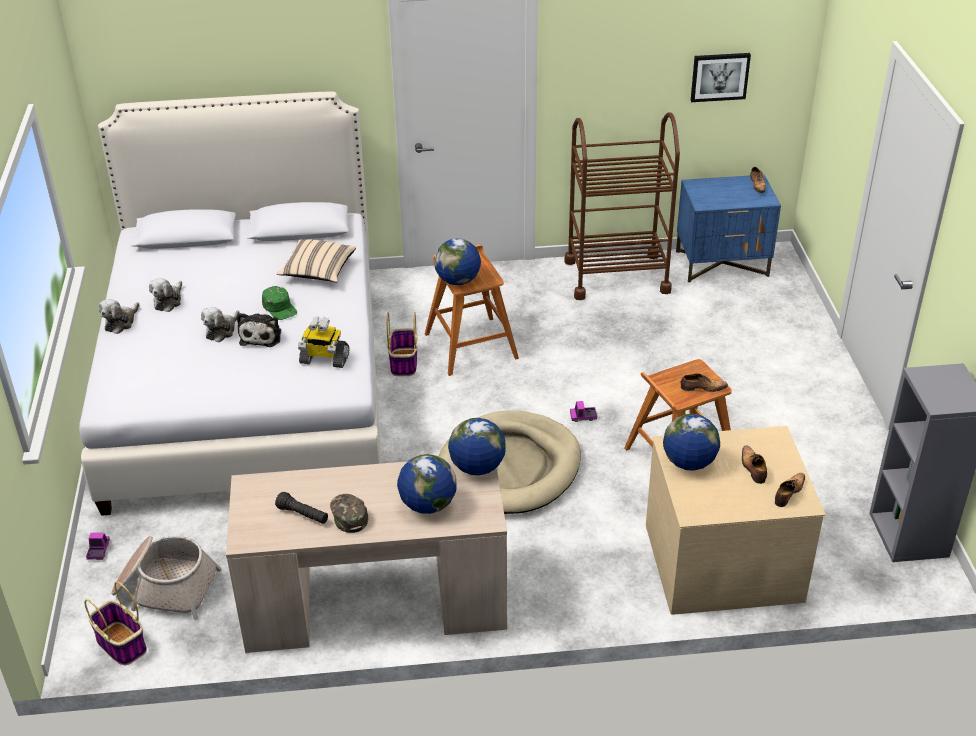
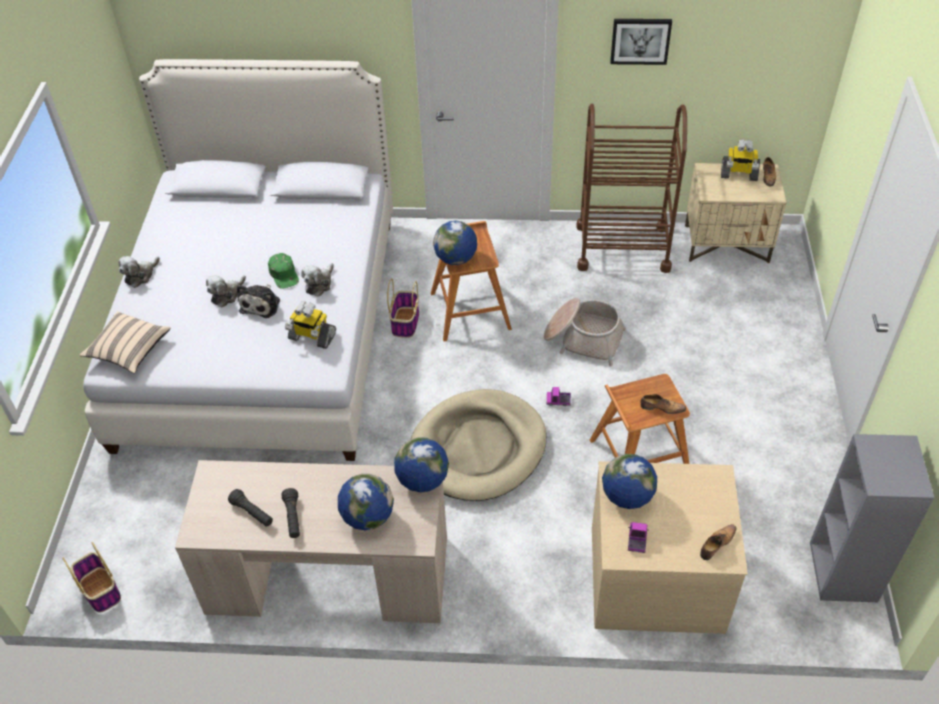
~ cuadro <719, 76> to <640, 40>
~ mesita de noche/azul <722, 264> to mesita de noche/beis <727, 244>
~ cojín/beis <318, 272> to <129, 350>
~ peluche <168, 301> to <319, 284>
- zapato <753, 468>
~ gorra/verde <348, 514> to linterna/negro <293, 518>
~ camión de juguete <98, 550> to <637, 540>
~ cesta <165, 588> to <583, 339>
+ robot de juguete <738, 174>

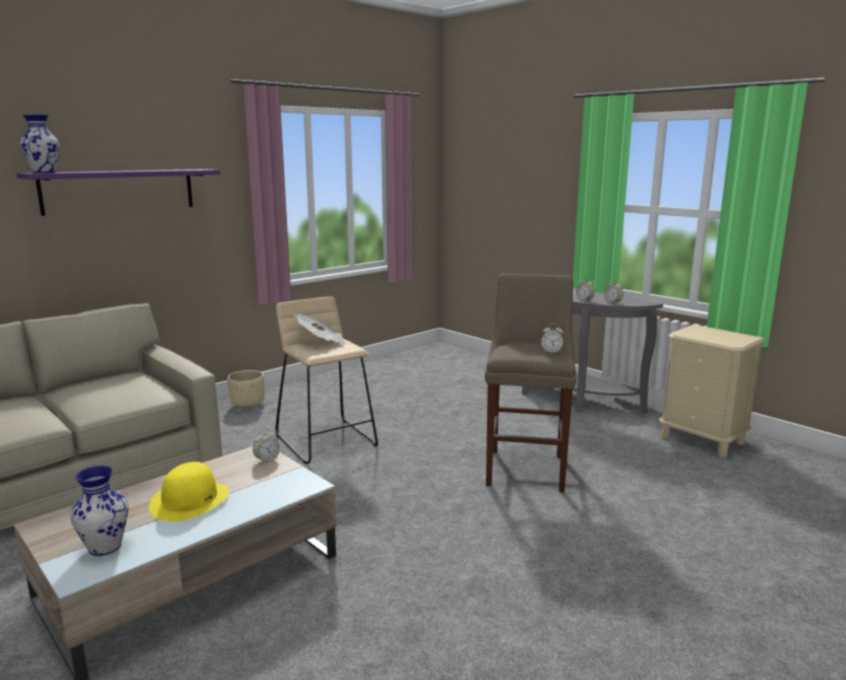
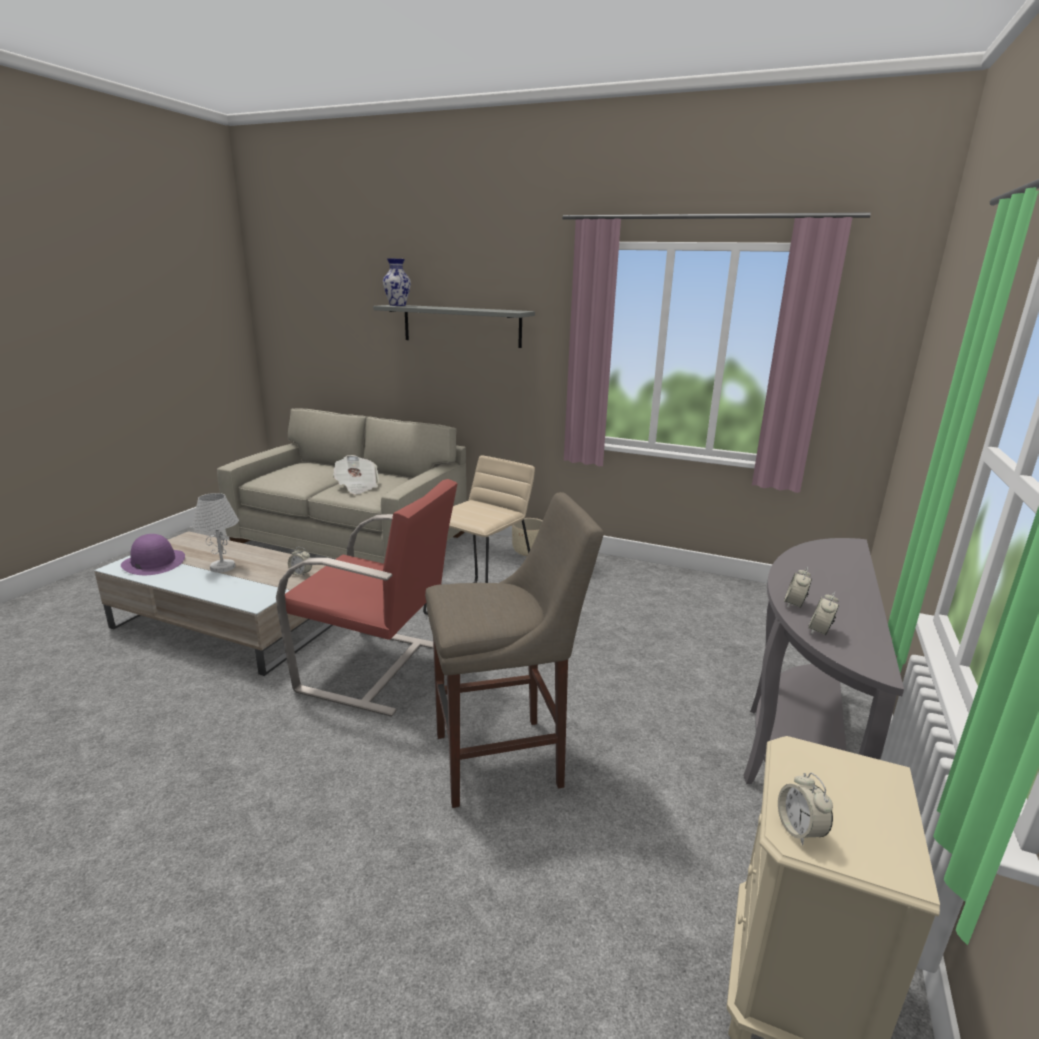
~ estante/morado <119, 190> to estante/gris <461, 325>
~ periódico <322, 342> to <357, 487>
~ despertador <551, 352> to <799, 830>
~ sombrero/amarillo <190, 500> to lámpara de mesa/blanco <223, 567>
~ florero <104, 547> to sombrero/morado <153, 562>
+ sillón/rojo <377, 669>

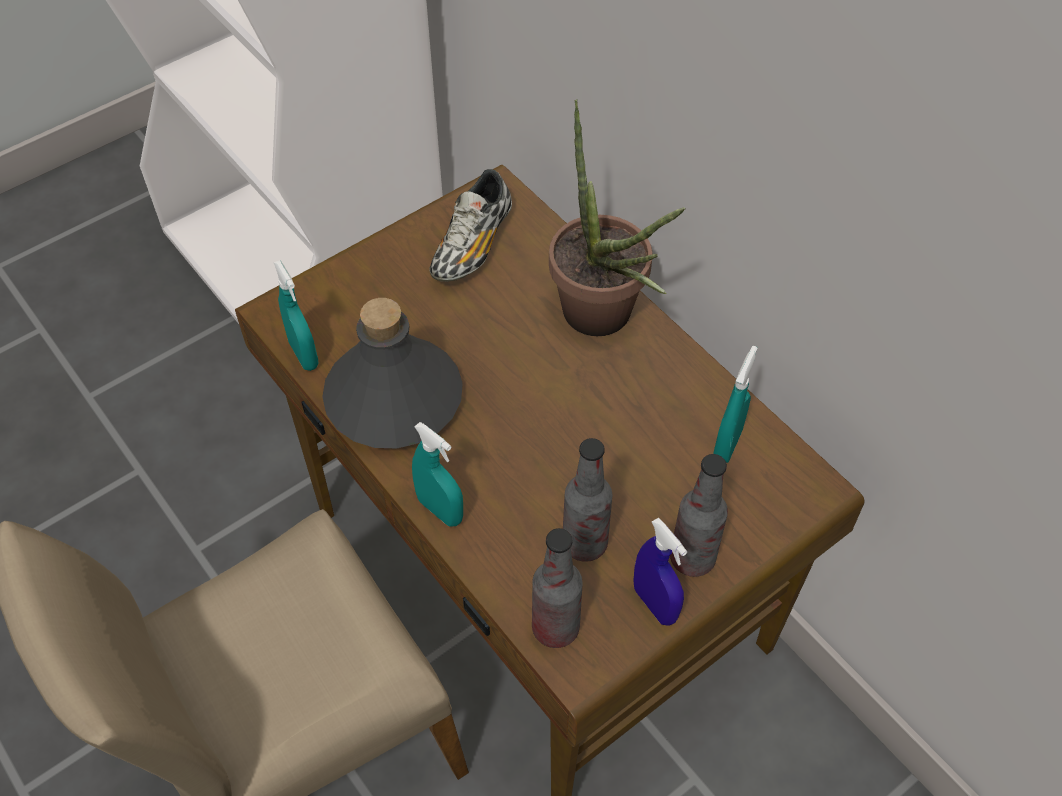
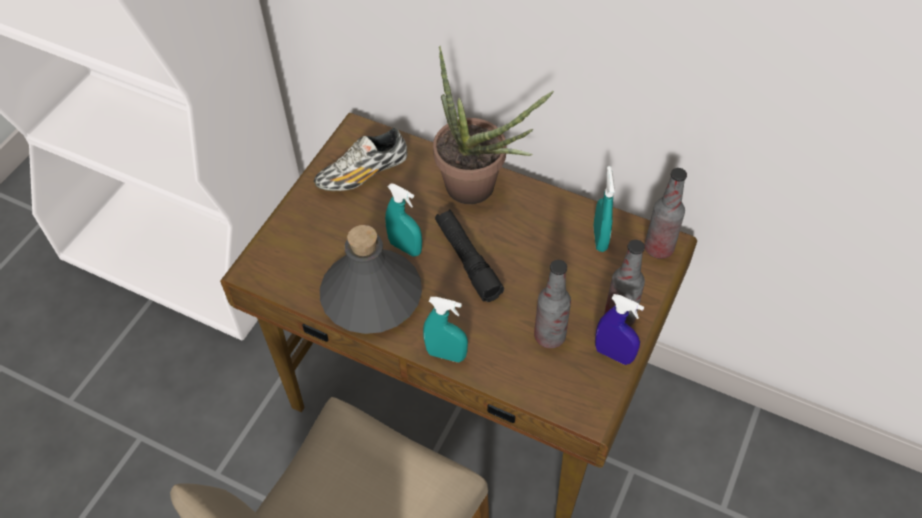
~ zapato <472, 245> = <363, 174> 60 degrees clockwise
~ pulverizador/turquesa <304, 355> to <405, 247>
~ botella <555, 628> to <658, 248>
+ linterna/negro <467, 260>

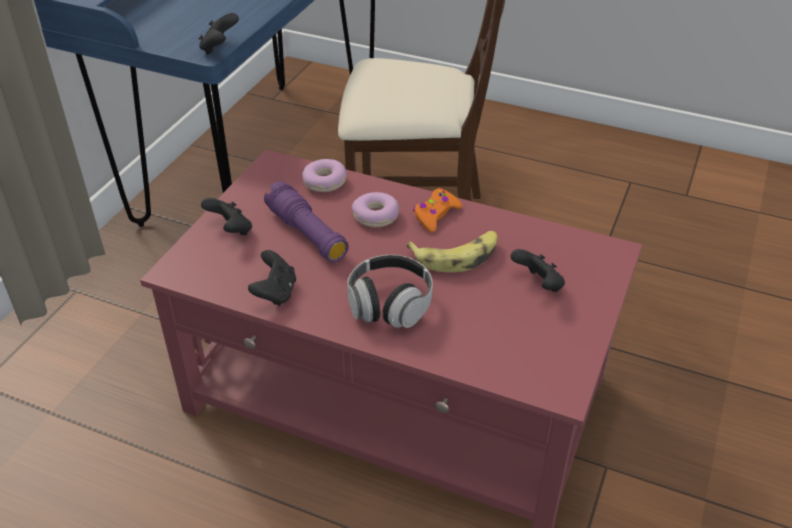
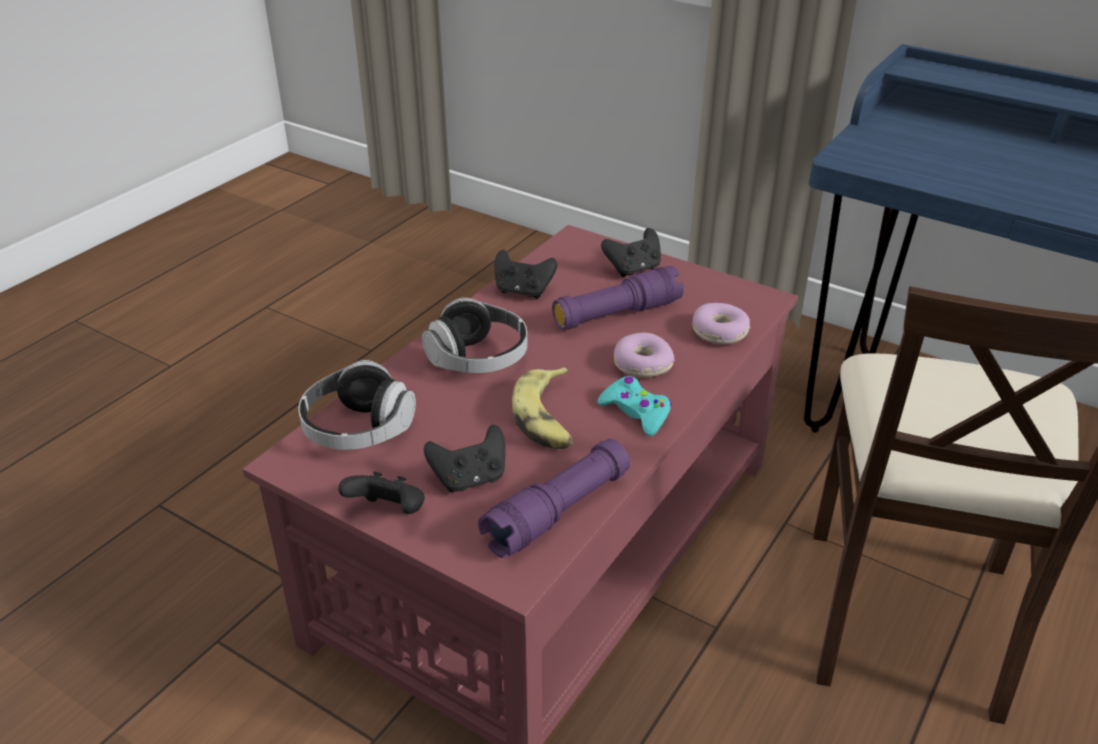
~ mando de consola/negro <219, 48> to <389, 513>
~ mando de consola/naranja <435, 215> to mando de consola/turquesa <636, 412>
+ auriculares <358, 429>
+ linterna/morado <558, 512>

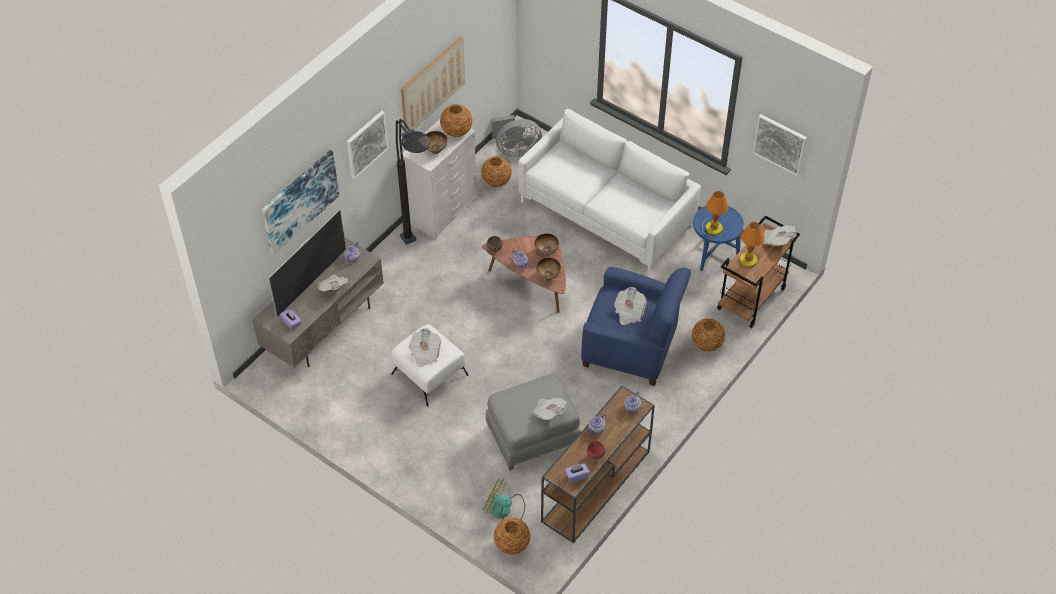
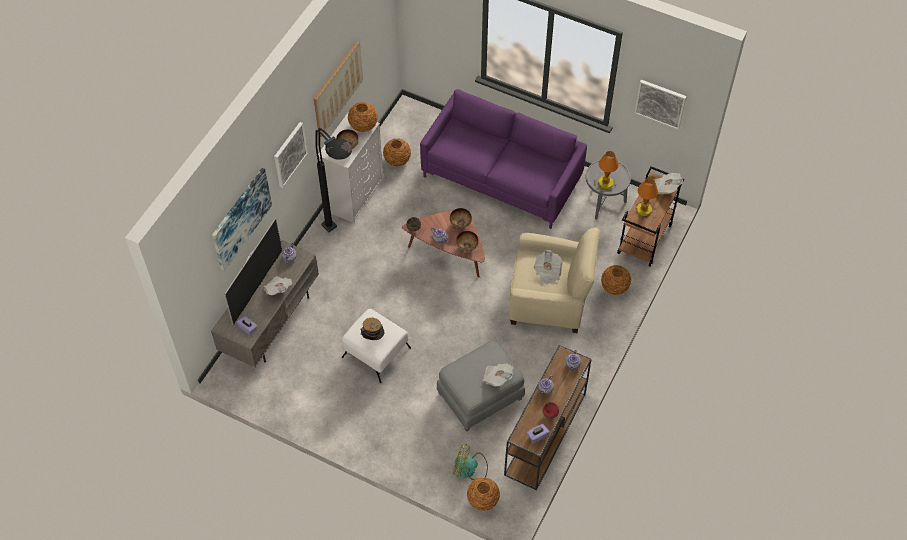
~ sofá/blanco <606, 213> to sofá/morado <502, 177>
- ventilador/gris <515, 150>
~ mesa auxiliar/azul <713, 256> to mesa auxiliar/gris <603, 204>
~ sillón/azul <631, 347> to sillón/beis <549, 300>
~ periódico <425, 353> to sombrero <373, 337>

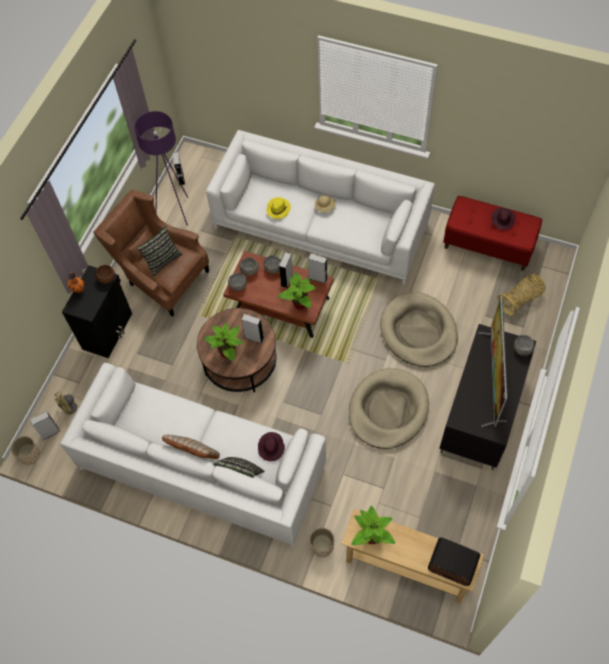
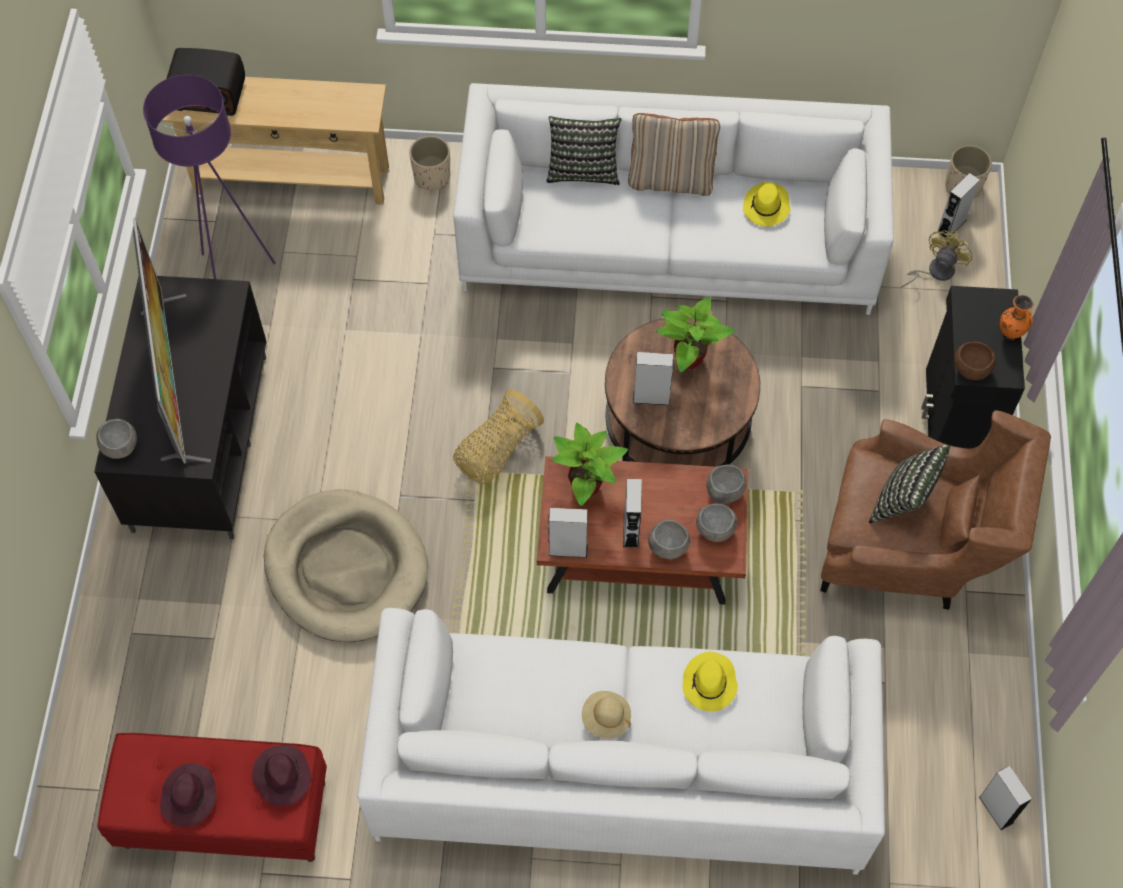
~ lámpara de pie/morado <176, 211> to <233, 275>
~ cesta <520, 299> to <497, 450>
- cama para perro/beis <388, 410>
~ sombrero/morado <271, 448> to <282, 775>
- planta en maceta <371, 536>
+ sombrero/amarillo <766, 207>

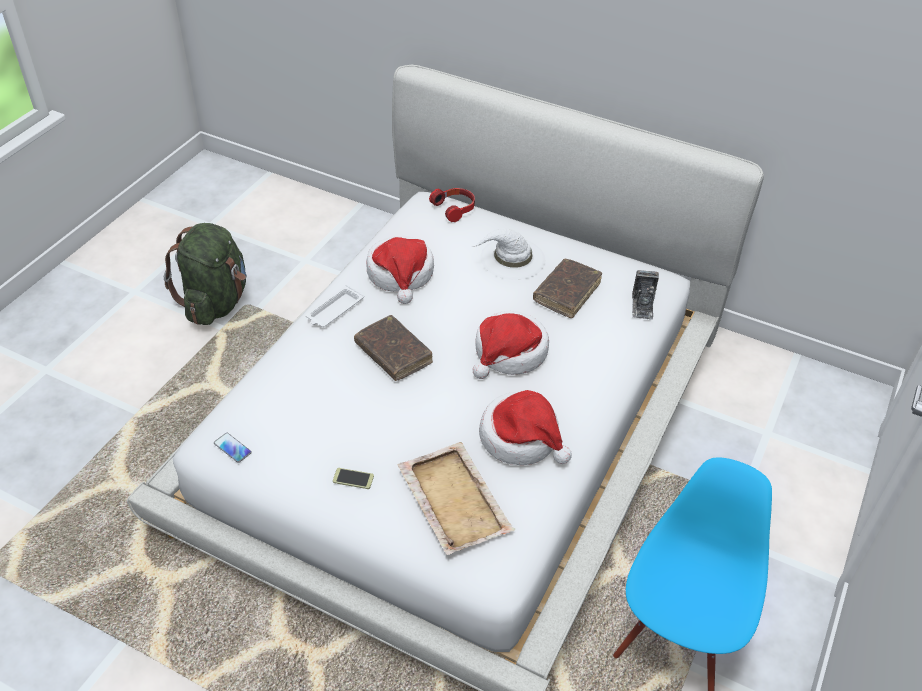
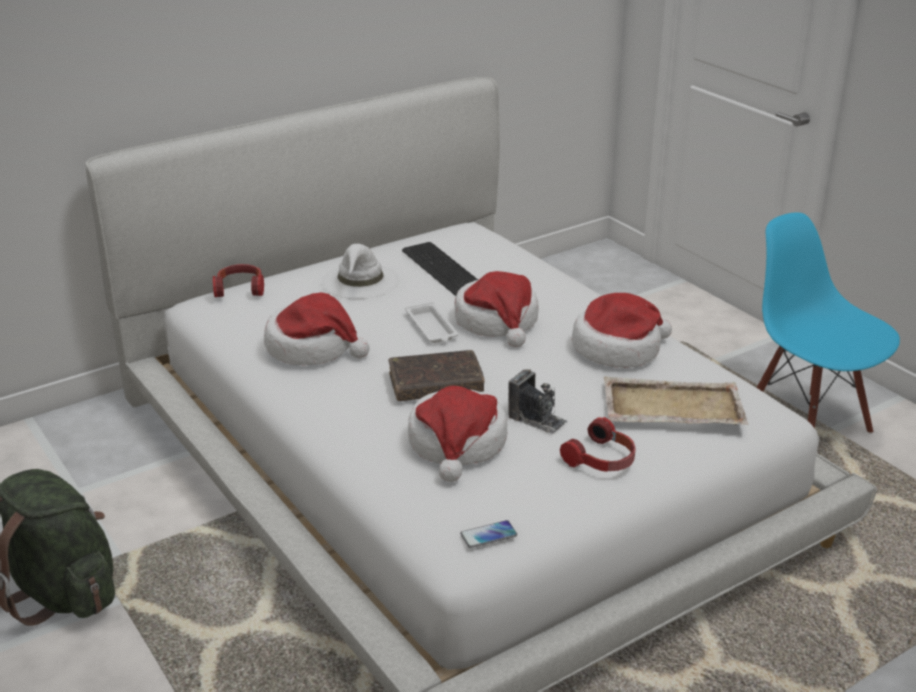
~ libro/marrón <567, 293> to teclado <442, 270>
~ cámara <642, 305> to <537, 419>
~ bandeja/blanco <334, 310> to <432, 328>
~ móvil <353, 479> to auriculares <602, 460>
+ sombrero <457, 444>

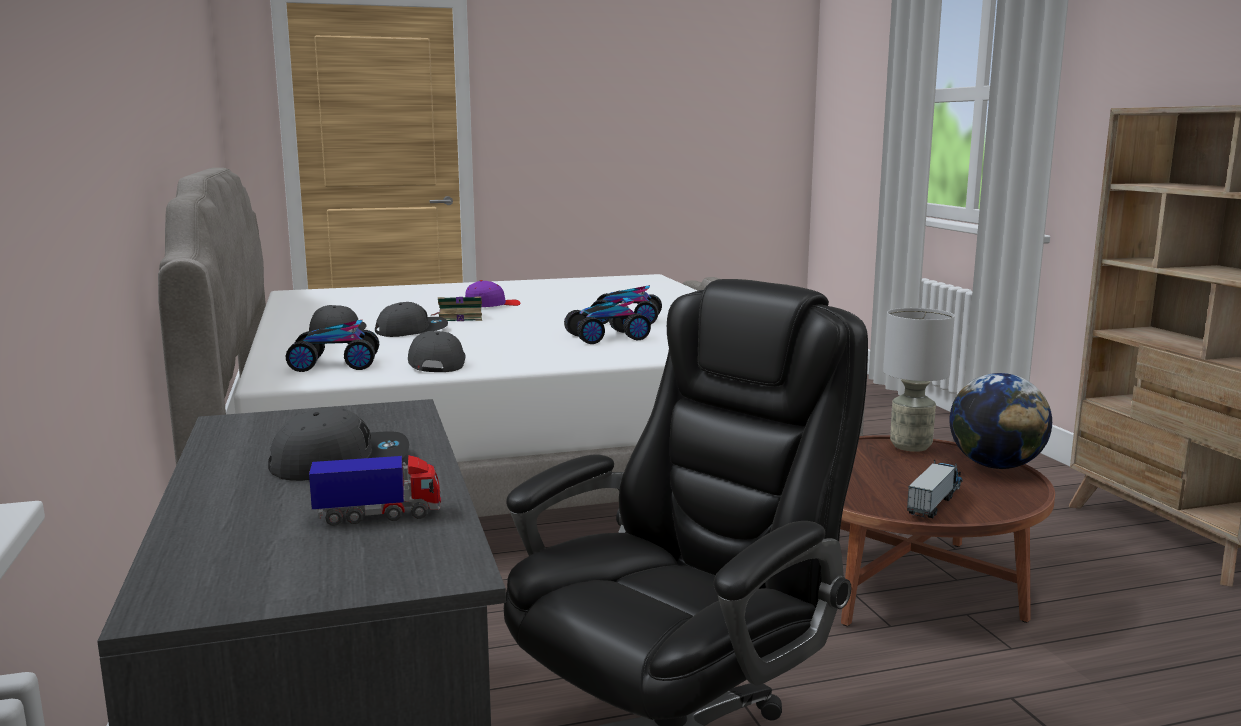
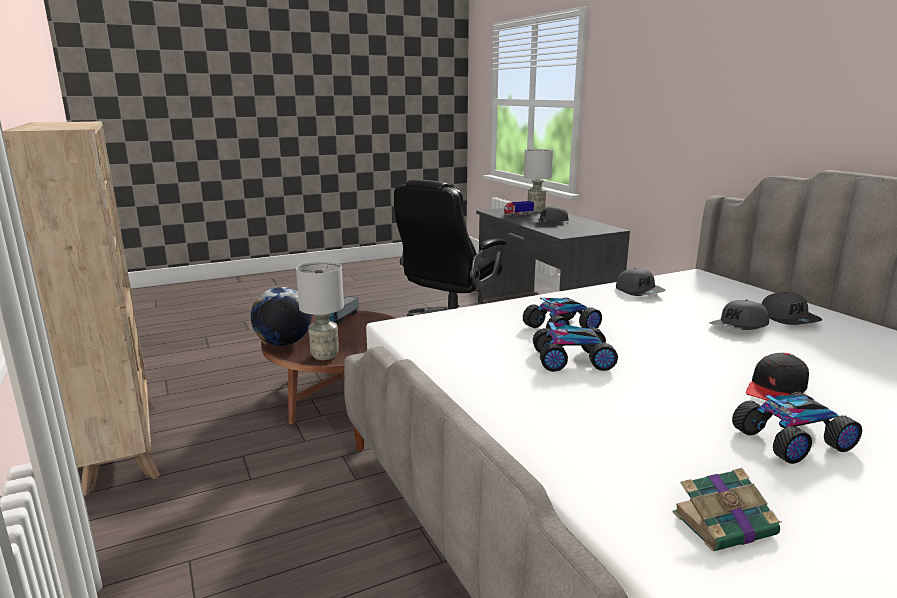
~ gorra/morado <492, 305> to gorra/negro <776, 389>
~ libro <459, 318> to <726, 524>
~ coche de juguete <335, 364> to <793, 441>
+ lámpara de mesa/gris <535, 210>

